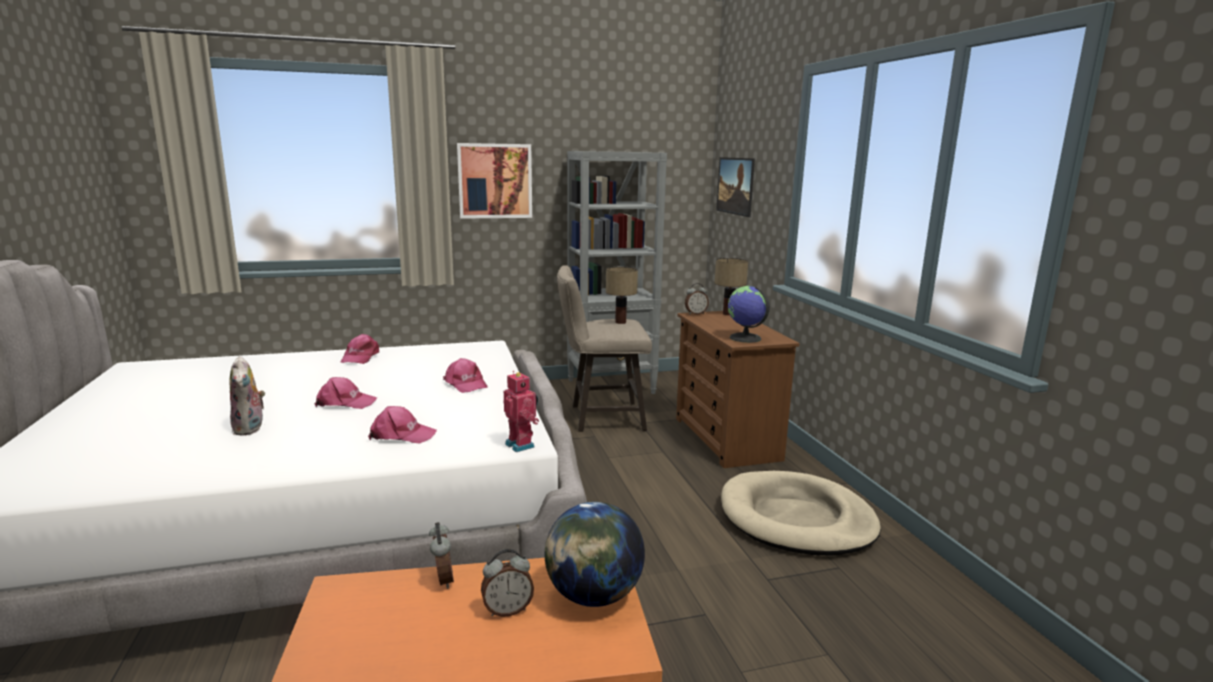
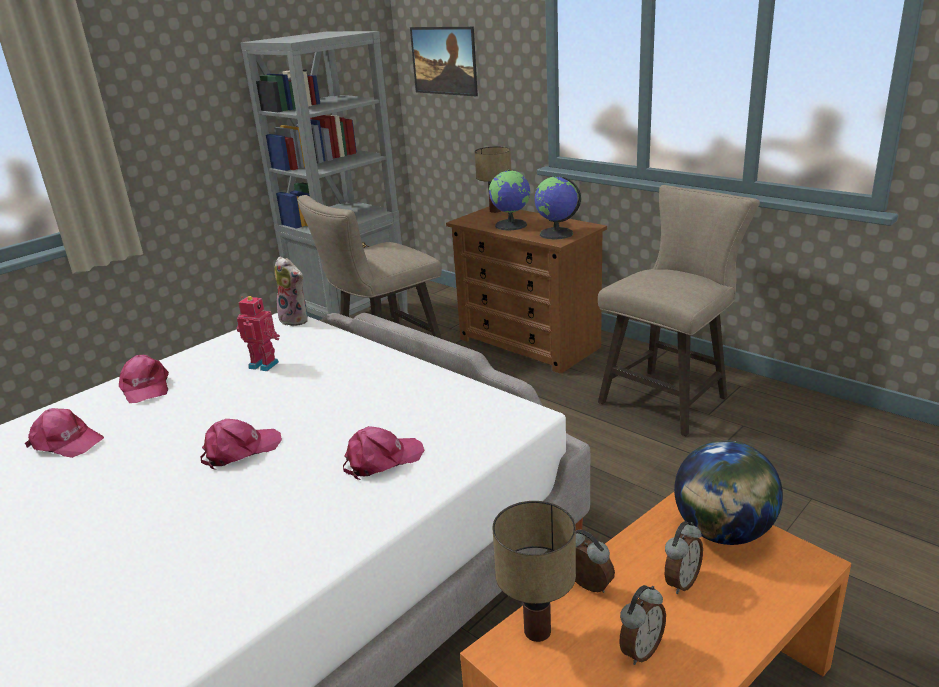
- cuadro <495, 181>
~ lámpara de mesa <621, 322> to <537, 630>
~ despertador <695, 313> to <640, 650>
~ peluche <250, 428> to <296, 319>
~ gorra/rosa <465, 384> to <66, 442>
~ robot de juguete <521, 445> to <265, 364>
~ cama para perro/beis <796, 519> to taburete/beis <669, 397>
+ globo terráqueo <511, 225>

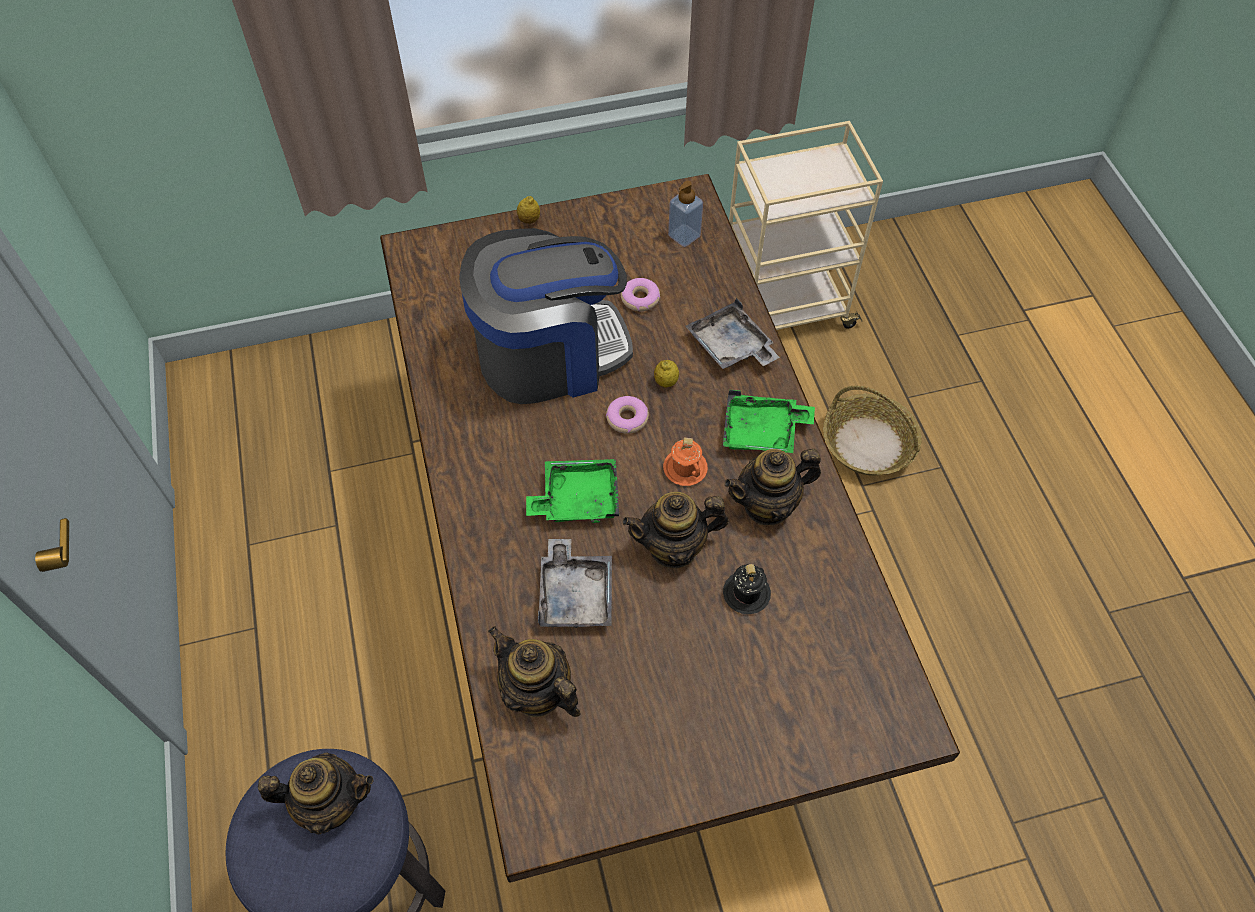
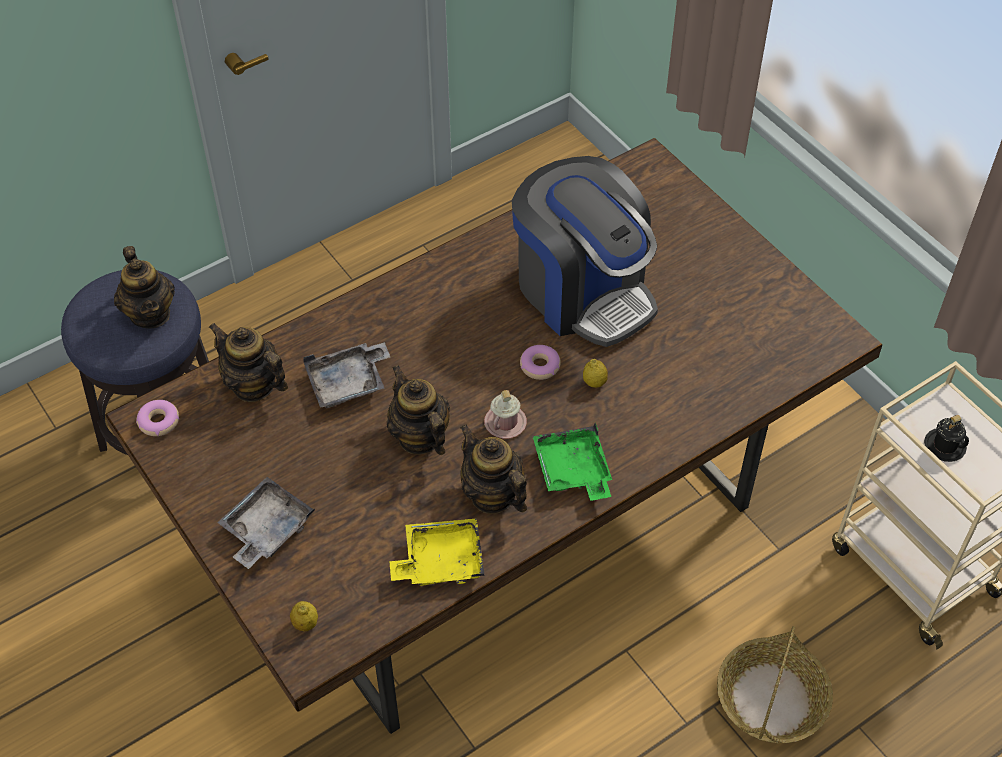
- dispensador de jabón <684, 236>
~ limón <529, 220> to <305, 624>
~ rosquilla <640, 299> to <158, 422>
~ bandeja/gris <730, 347> to <266, 529>
~ taza grande/naranja <685, 468> to taza grande/rosa <505, 423>
- bandeja/verde <577, 499>
~ taza grande/negro <746, 593> to <944, 446>
~ tetera <537, 692> = <253, 385> 75 degrees counterclockwise
+ bandeja/amarillo <440, 561>

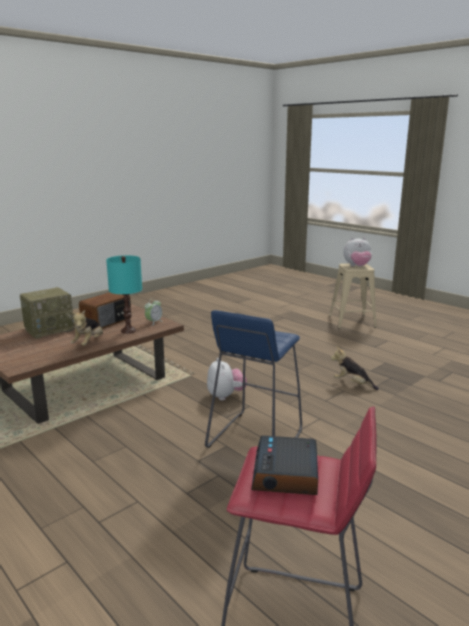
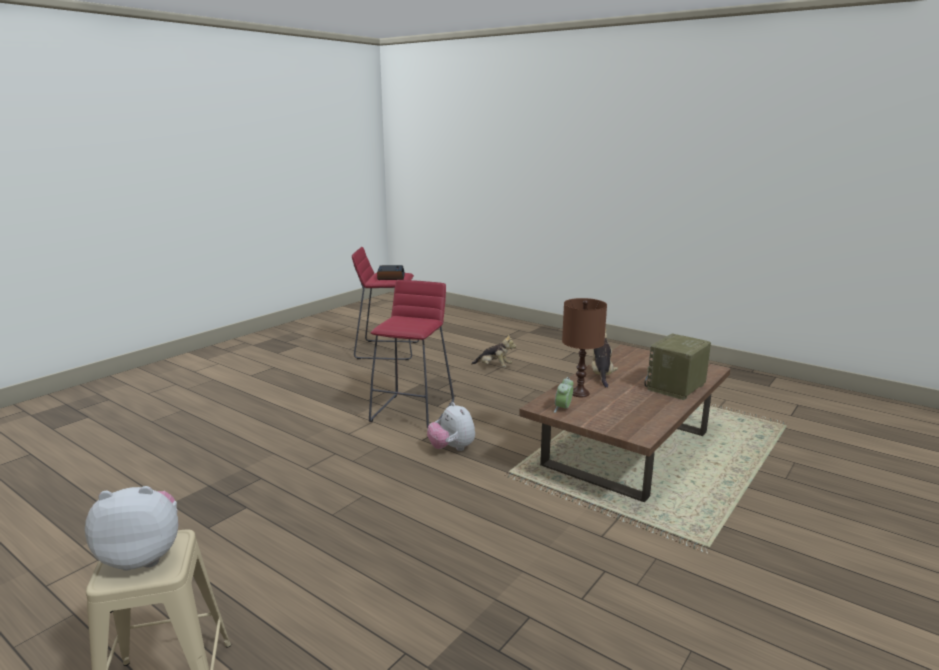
~ lámpara de mesa/turquesa <128, 331> to lámpara de mesa/marrón <580, 393>
- radio <107, 321>
~ taburete/azul <254, 439> to taburete/rojo <413, 412>
~ peluche <352, 384> to <494, 367>

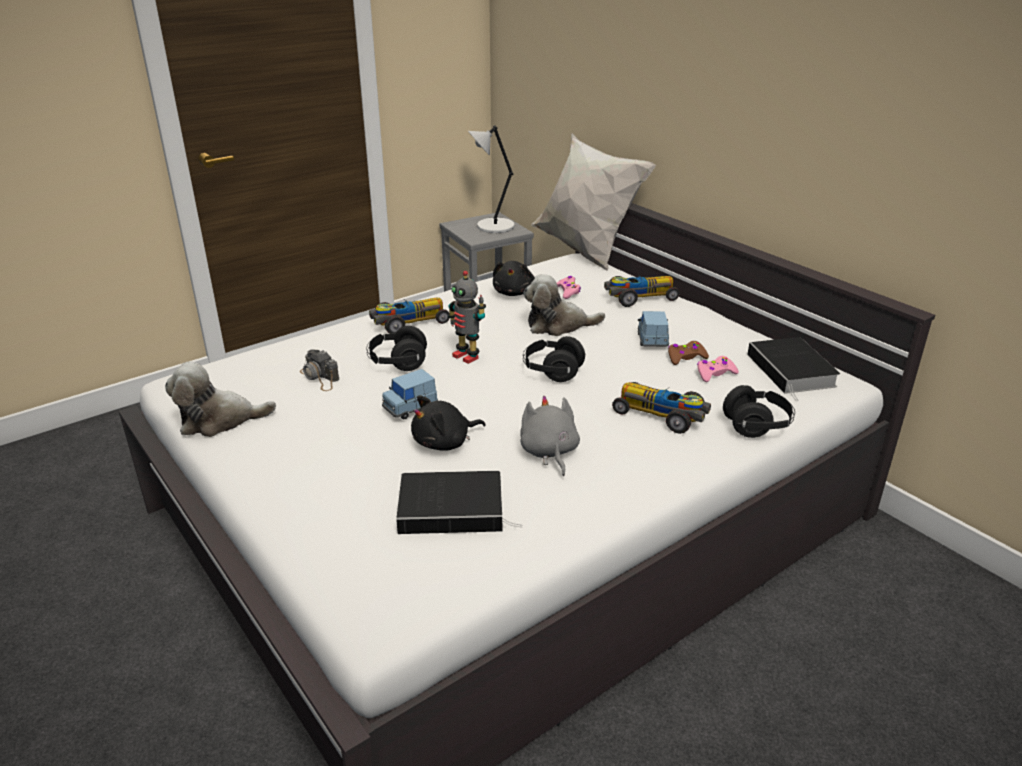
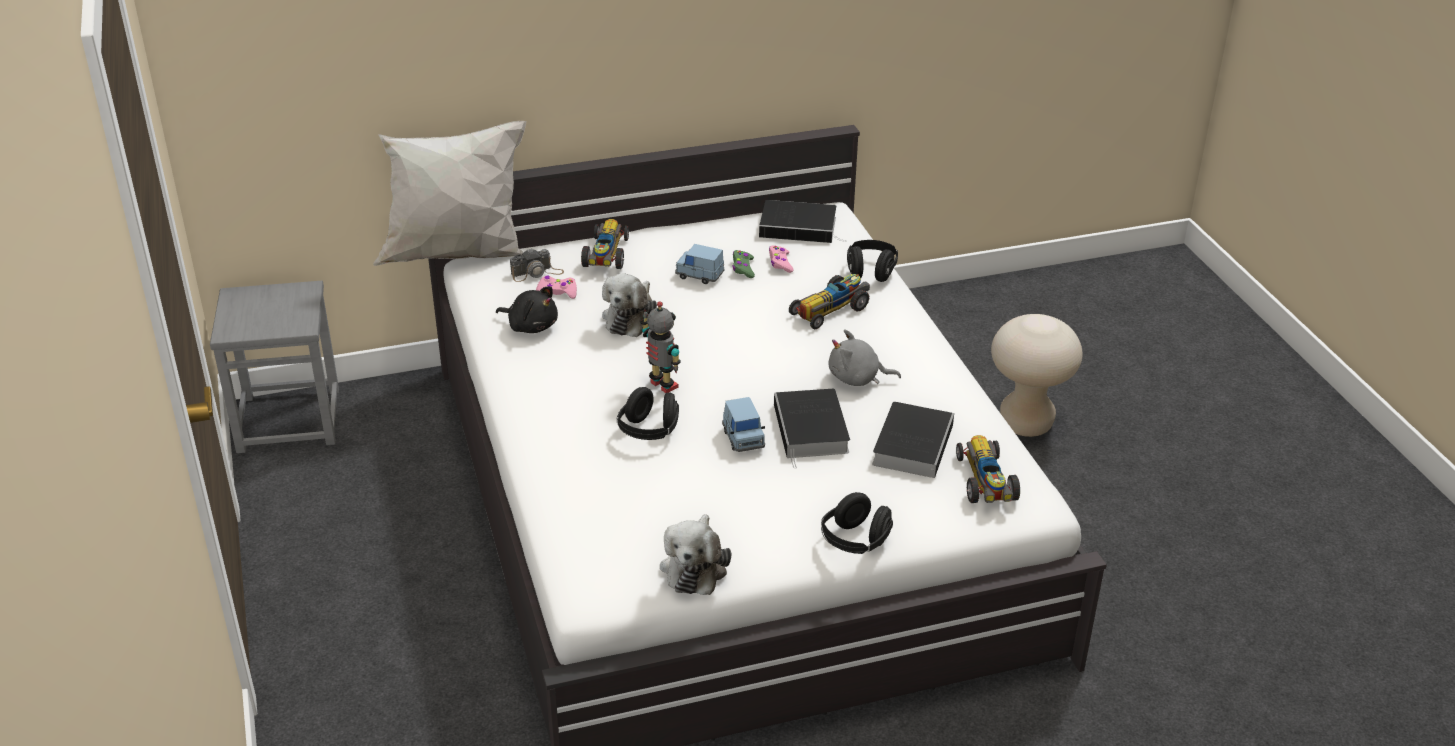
- lámpara de mesa/gris <493, 226>
~ robot de juguete <467, 356> = <662, 386> 105 degrees counterclockwise
~ coche de juguete <408, 323> to <986, 482>
~ auriculares/negro <552, 372> to <855, 541>
~ mando de consola/marrón <685, 357> to mando de consola/verde <743, 268>
~ cámara <320, 377> to <537, 273>
~ peluche/negro <444, 442> to libro <812, 431>
+ taburete/beis <1026, 424>

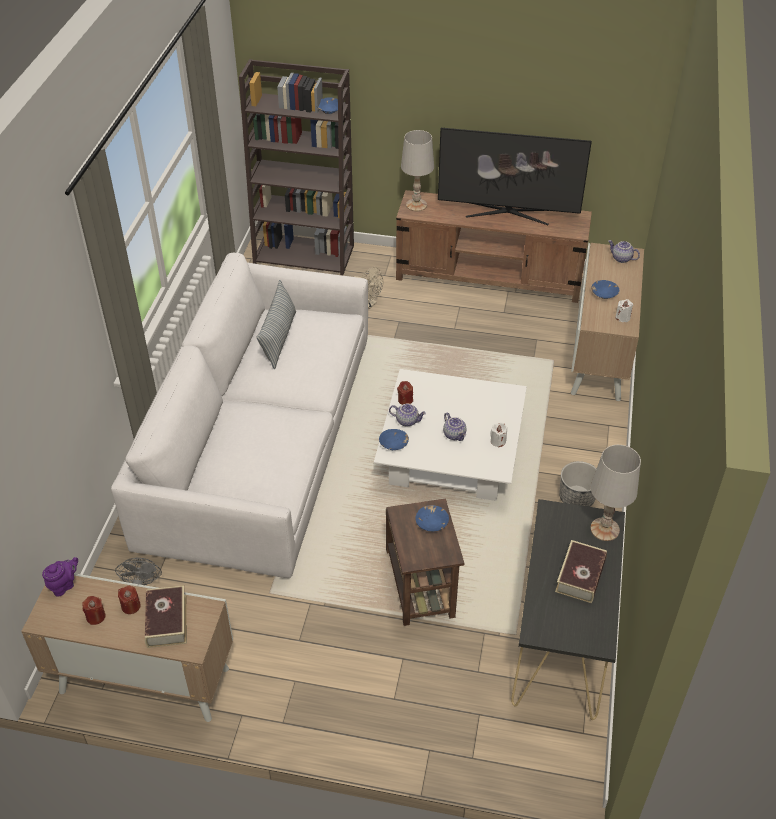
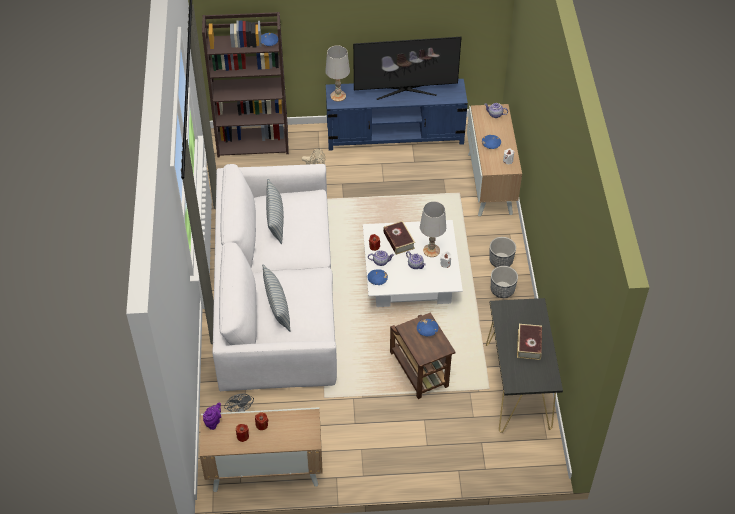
~ mueble de televisión/marrón <489, 277> to mueble de televisión/azul <395, 135>
~ lámpara de mesa/blanco <605, 529> to <431, 250>
~ libro <166, 621> to <399, 240>
+ maceta <501, 260>
+ cojín <277, 306>

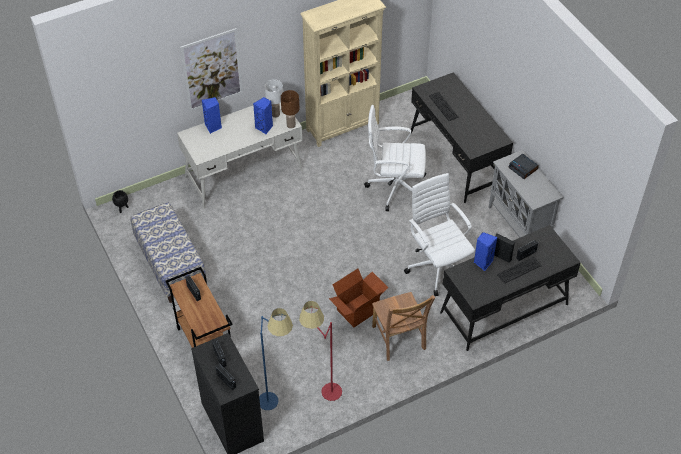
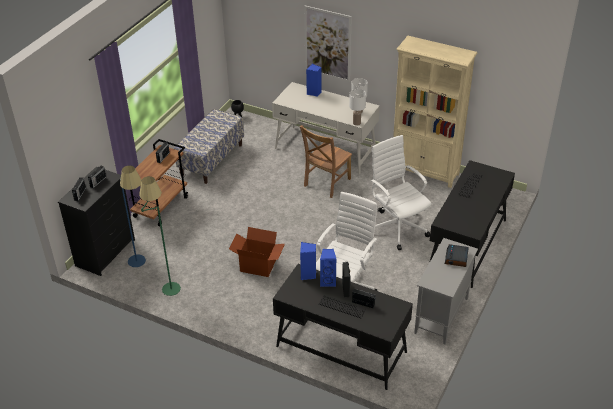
~ lámpara de mesa/marrón <291, 125> to lámpara de mesa/blanco <356, 123>
~ altavoz/azul <265, 127> to <308, 275>
~ silla/marrón <399, 339> to <326, 183>
~ lámpara de pie/rojo <322, 391> to lámpara de pie/verde <167, 284>

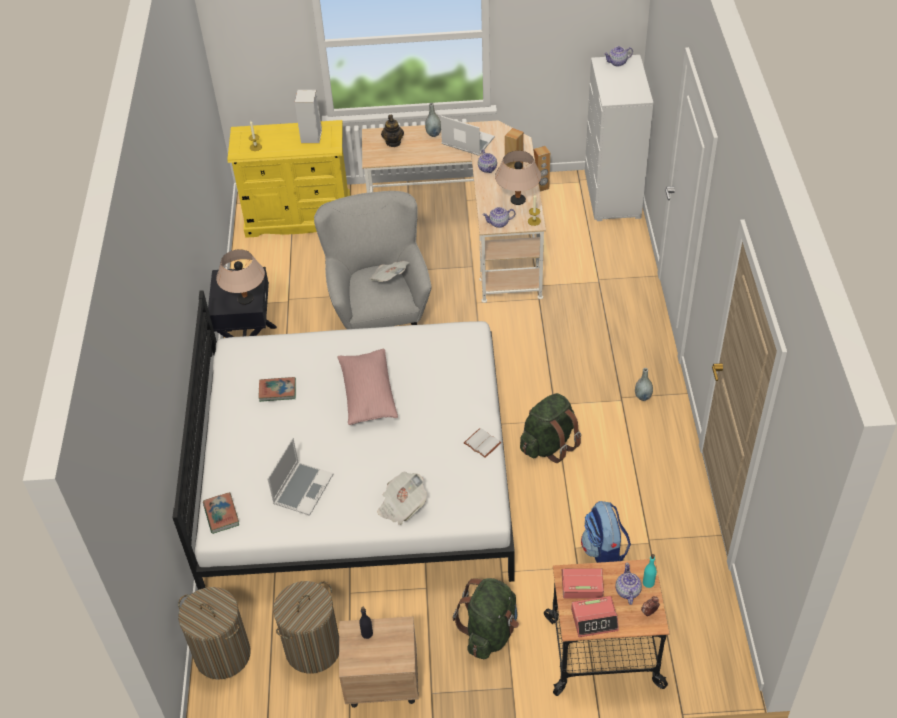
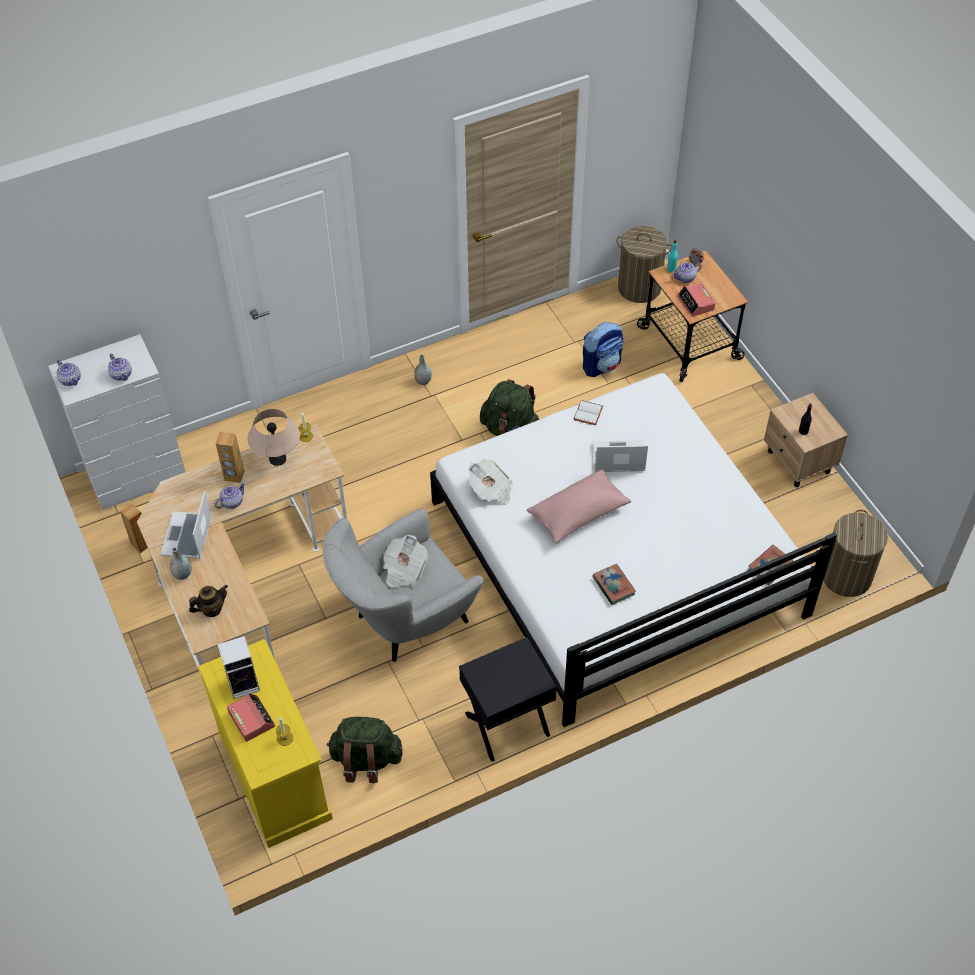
~ tetera <499, 223> to <121, 374>
- lámpara de mesa/beis <246, 299>
~ portátil <302, 489> to <617, 458>
~ periódico <402, 506> to <491, 490>
~ mochila/verde <490, 631> to <366, 760>
~ cesto de la ropa <313, 649> to <639, 288>
~ despertador <594, 619> to <251, 719>

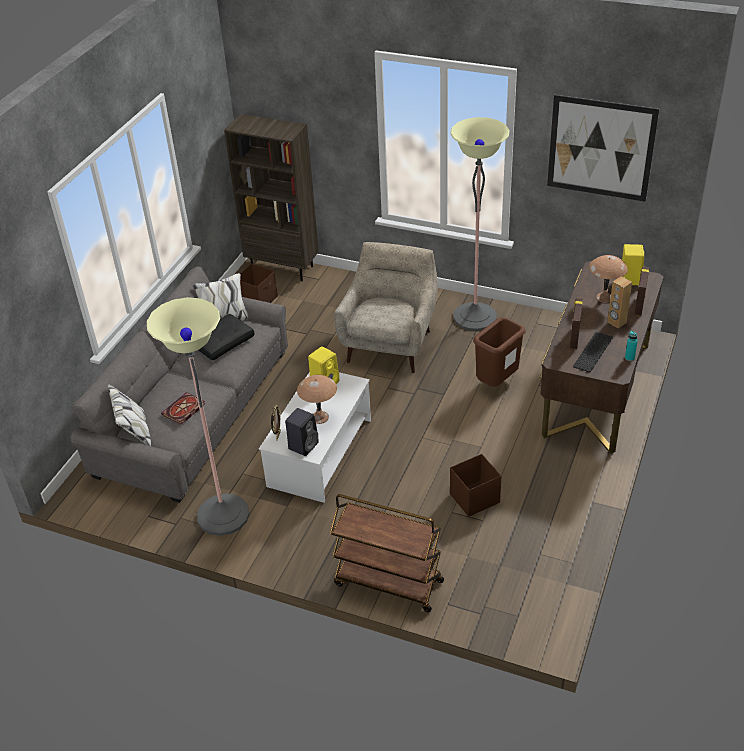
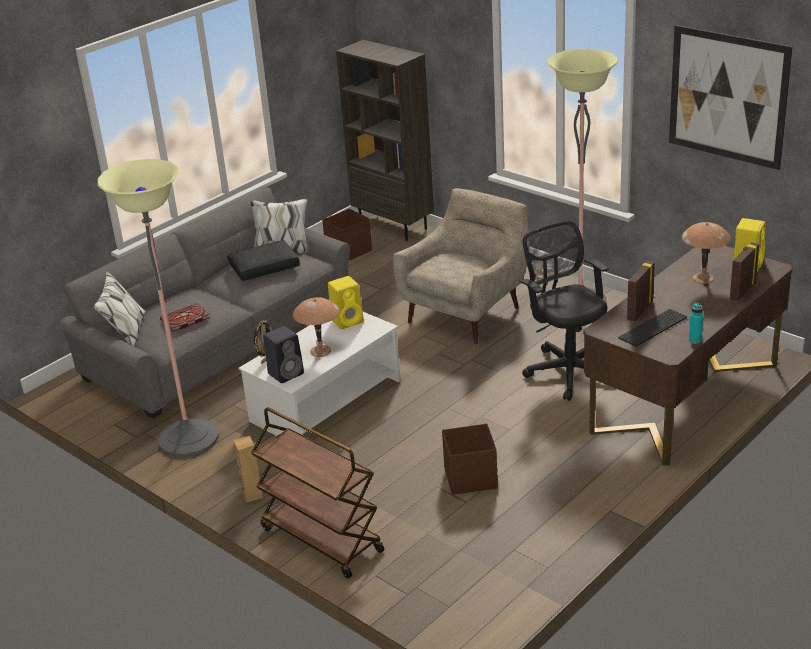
~ altavoz/marrón <616, 322> to <252, 495>
~ papelera/marrón <496, 382> to silla de oficina/negro <567, 369>

